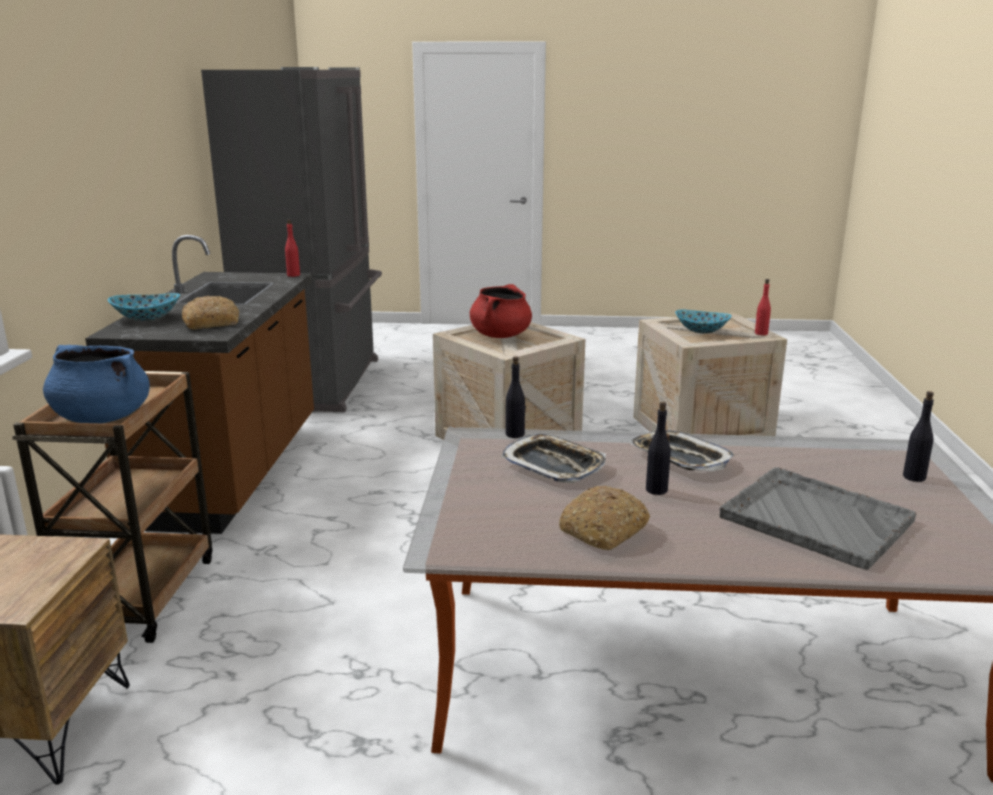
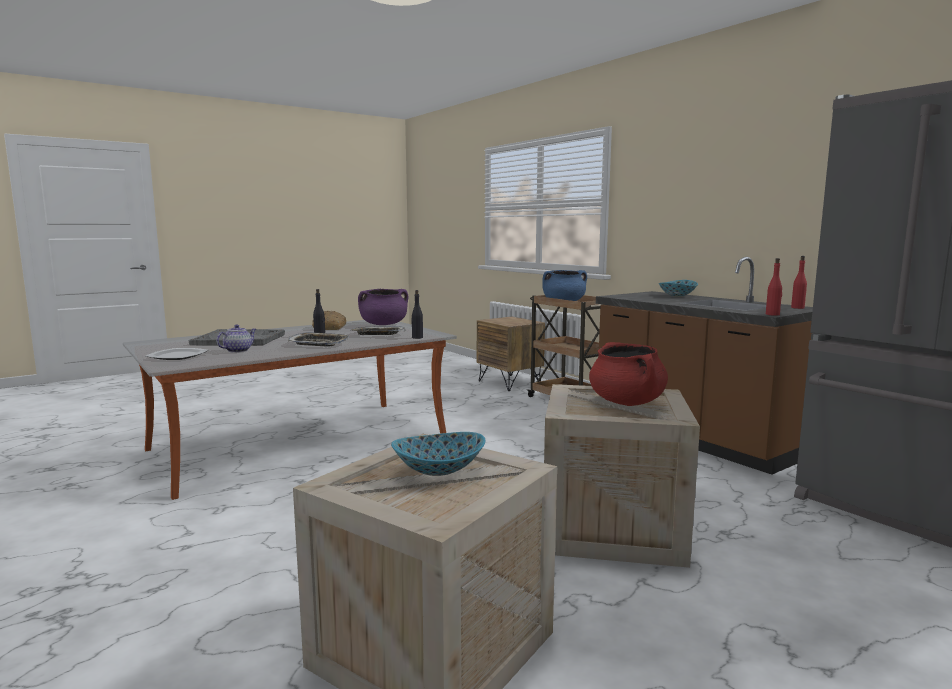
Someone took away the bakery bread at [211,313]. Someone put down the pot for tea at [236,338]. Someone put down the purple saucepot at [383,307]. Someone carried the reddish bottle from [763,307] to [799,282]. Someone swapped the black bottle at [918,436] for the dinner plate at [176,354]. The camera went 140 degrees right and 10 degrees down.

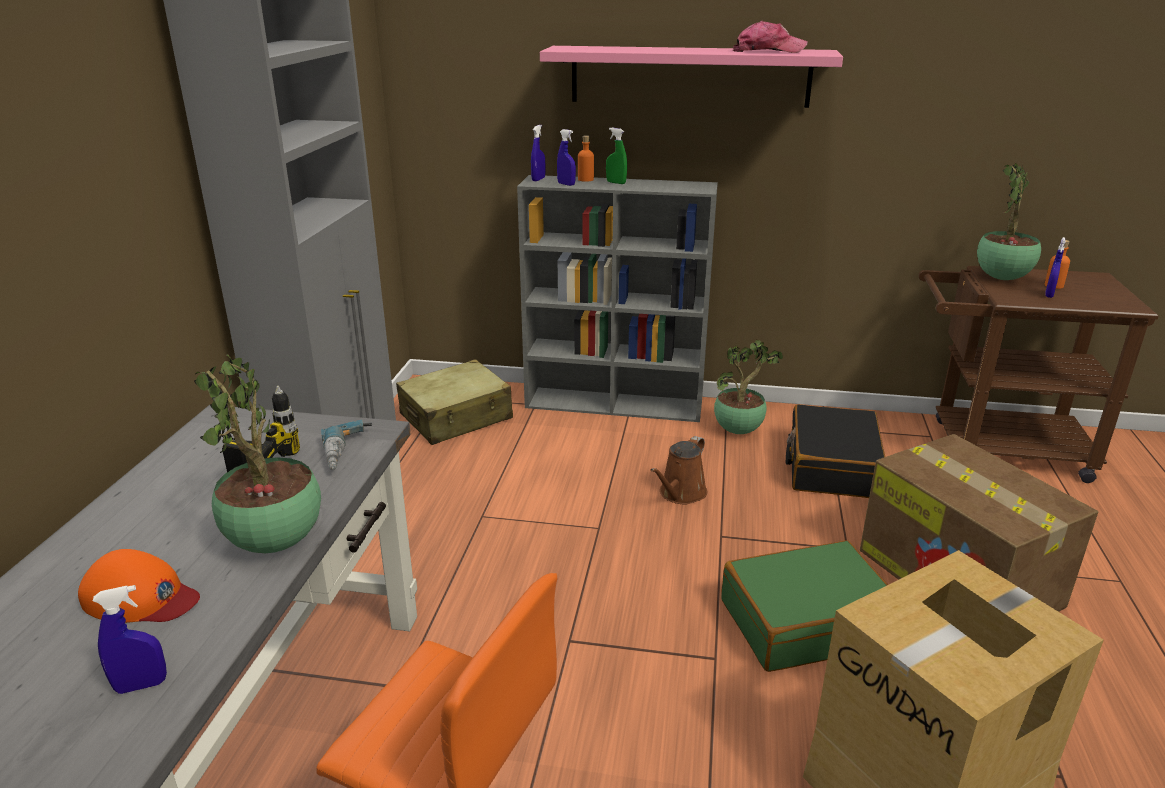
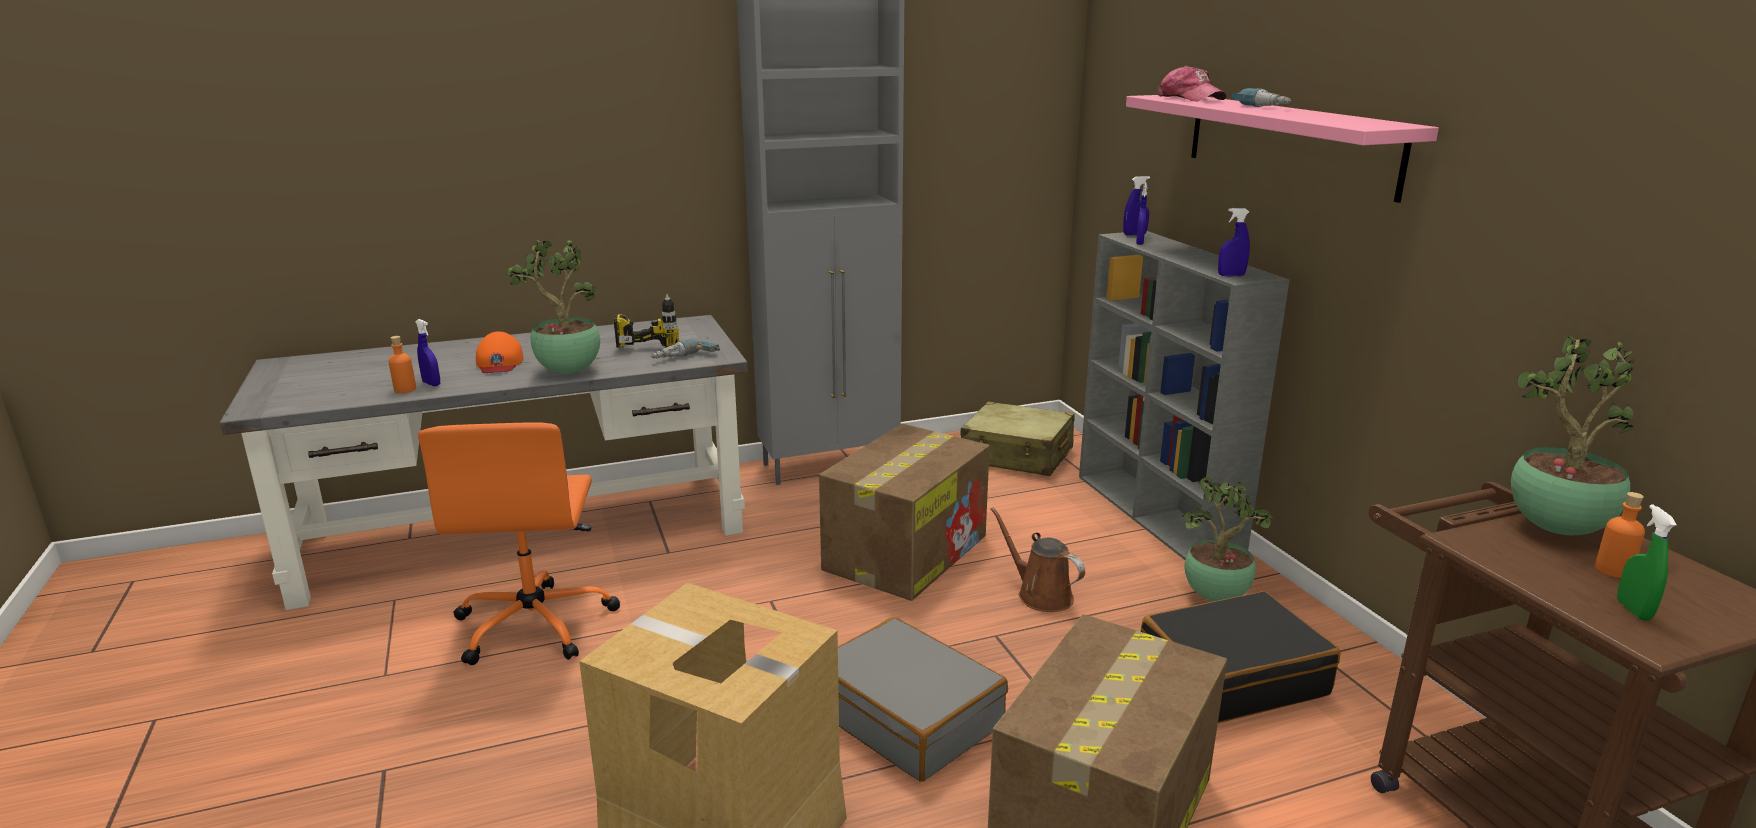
Someone put down the cardboard box at [904,512]. Someone put down the electric drill at [1261,97]. Someone carried the orange-coloured bottle from [586,158] to [402,364]. Someone carried the green sprayer from [616,156] to [1647,562]. Someone carried the peaked cap from [770,37] to [1192,83]. Someone carried the blue-coloured sprayer from [1055,267] to [1234,242]. Someone repainted the green piece of luggage at [804,606], which became the gray piece of luggage at [923,699]. Someone rotated the brown watering pot at [678,470] by 45 degrees clockwise. The camera went 60 degrees right and 5 degrees down.

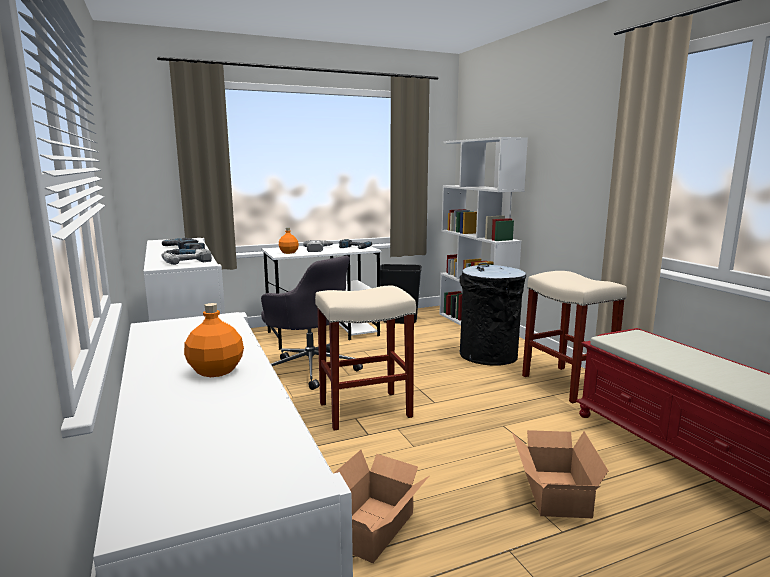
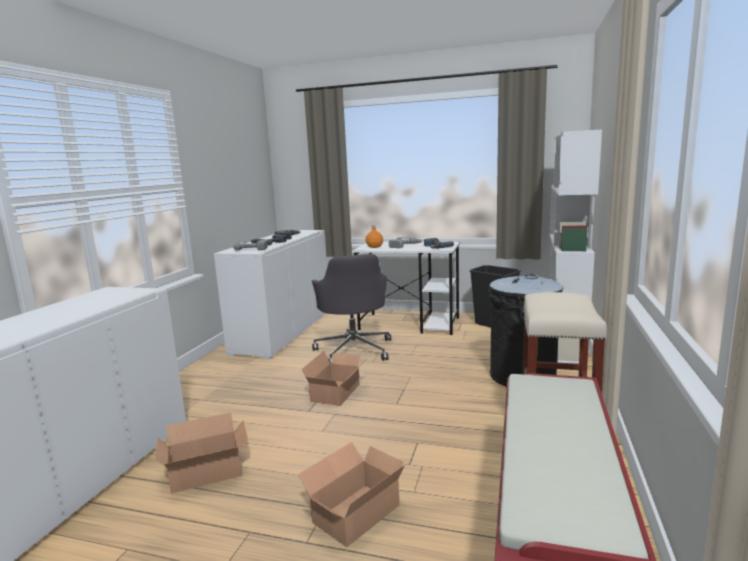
Someone took away the orange-coloured bottle at [214,340]. Someone swapped the sand-coloured sitting stool at [365,358] for the cardboard box at [334,378]. The camera went 40 degrees right and 0 degrees up.

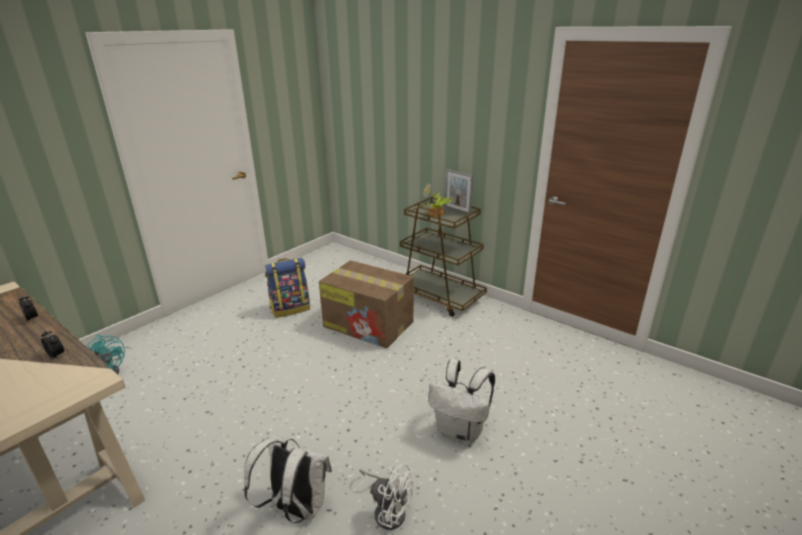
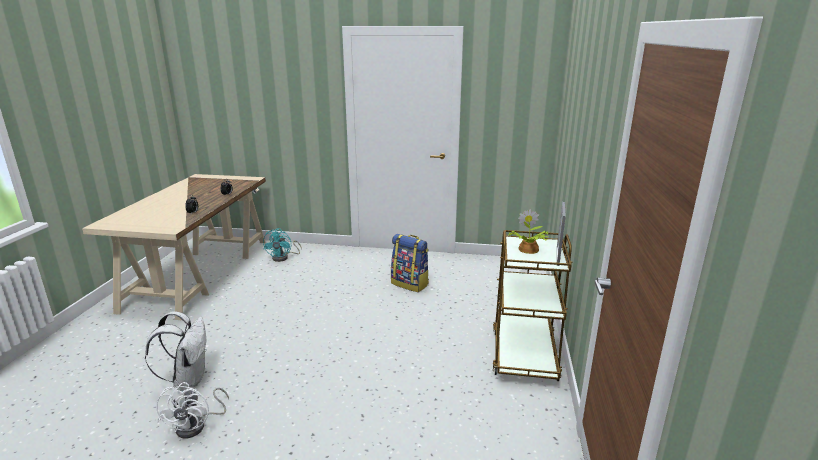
Someone took away the cardboard box at [366,304]. Someone took away the white rucksack at [461,402]. The camera went 60 degrees right and 5 degrees down.

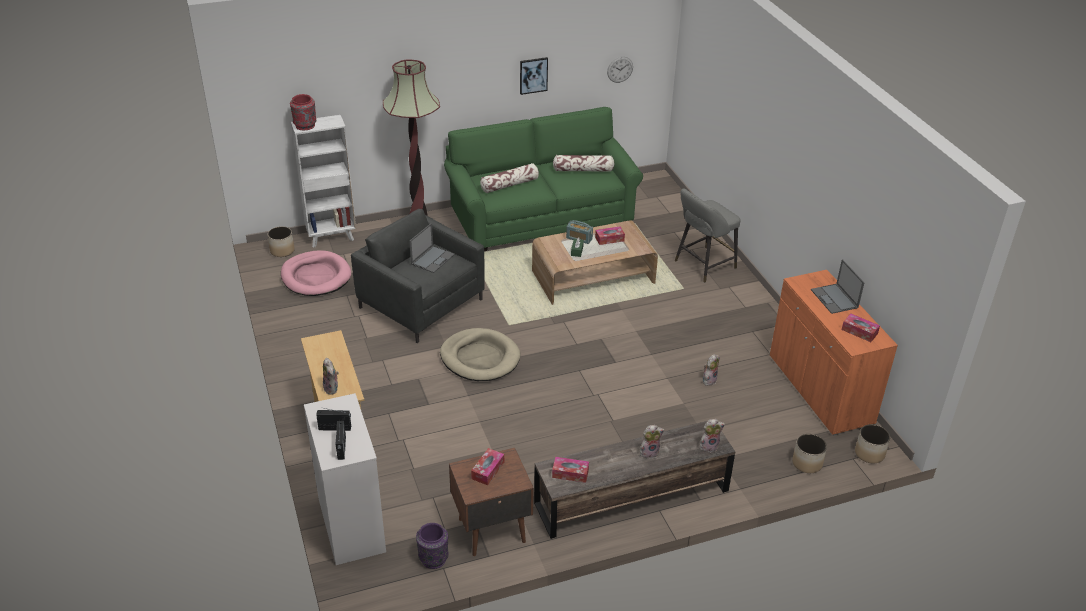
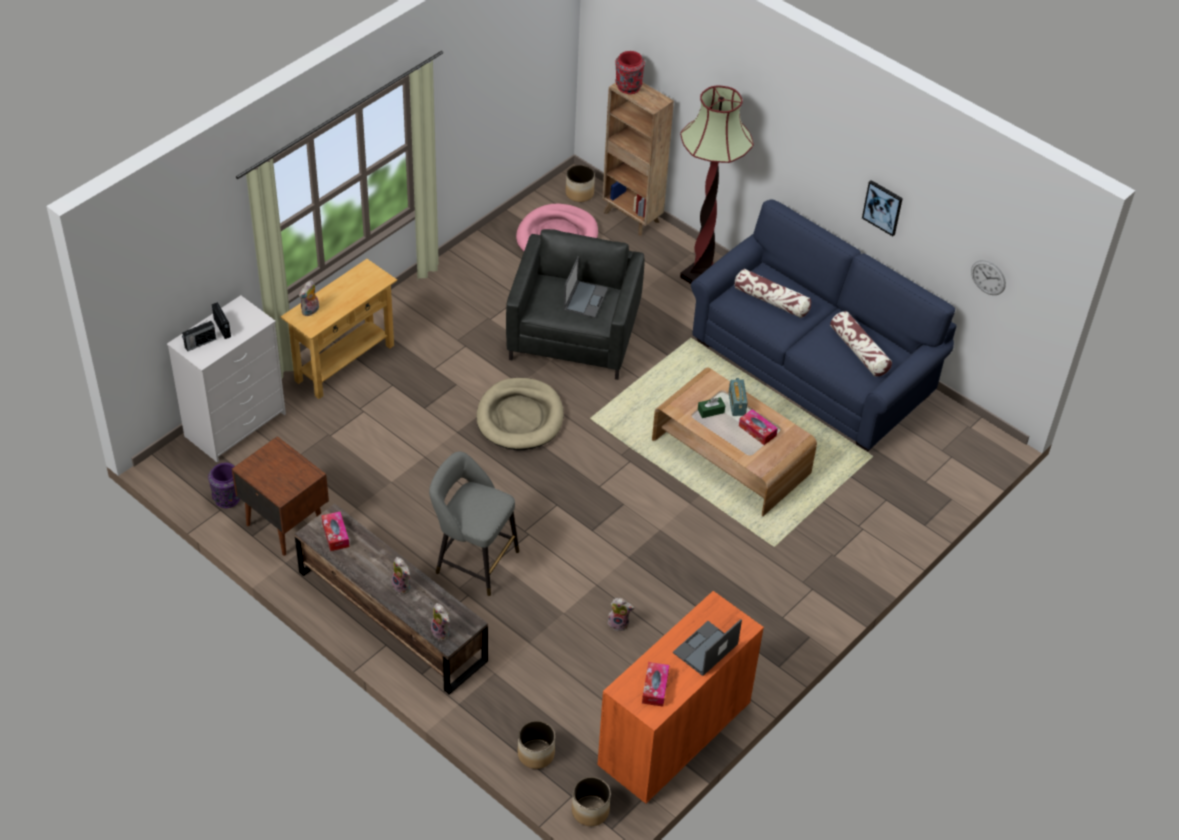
Someone took away the box of tissues at [487,466]. Someone carried the gray sitting stool from [707,236] to [474,523]. Someone repainted the white bookcase at [323,181], which became the brown bookcase at [638,159]. Someone repainted the green settee at [543,179], which became the blue-coloured settee at [823,325]. Someone rotated the laptop at [432,248] by 75 degrees counterclockwise. The camera went 60 degrees right and 10 degrees up.

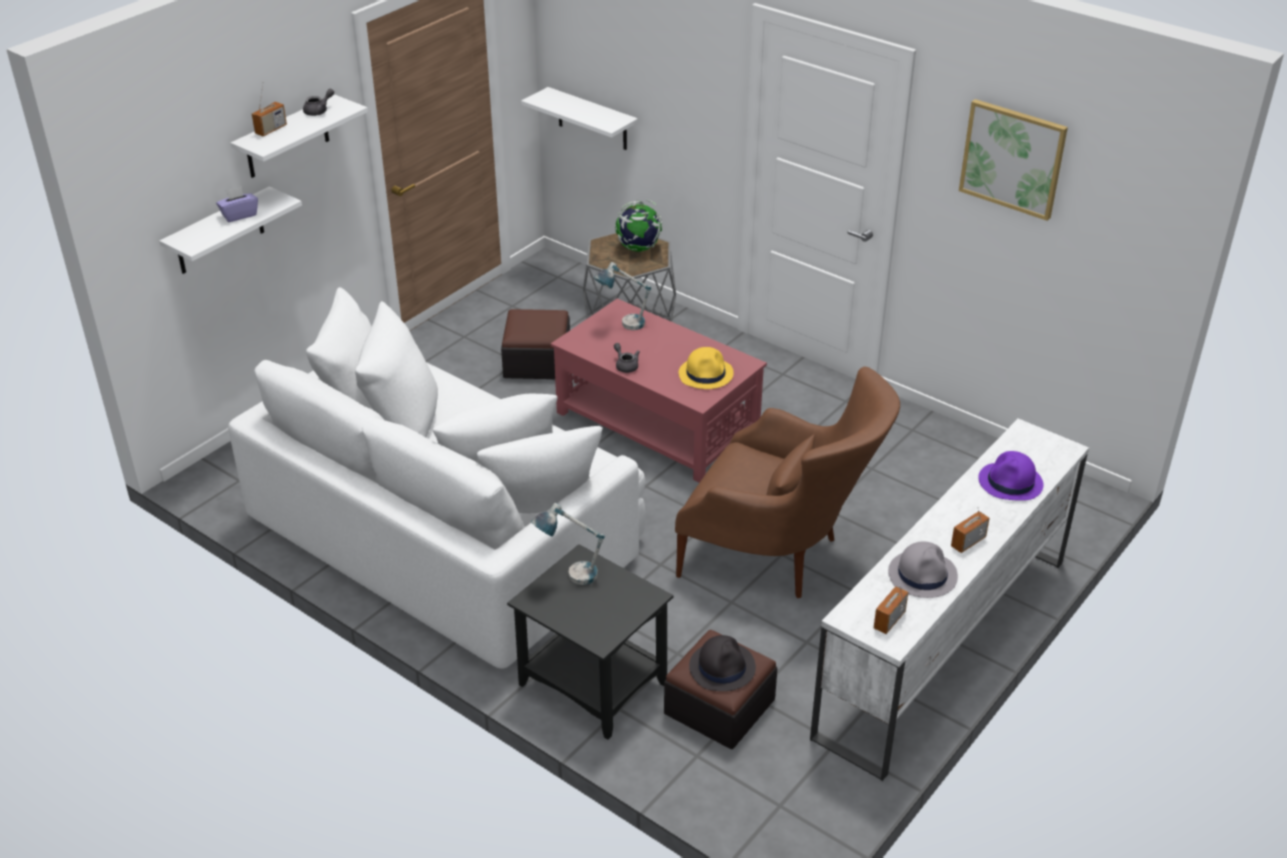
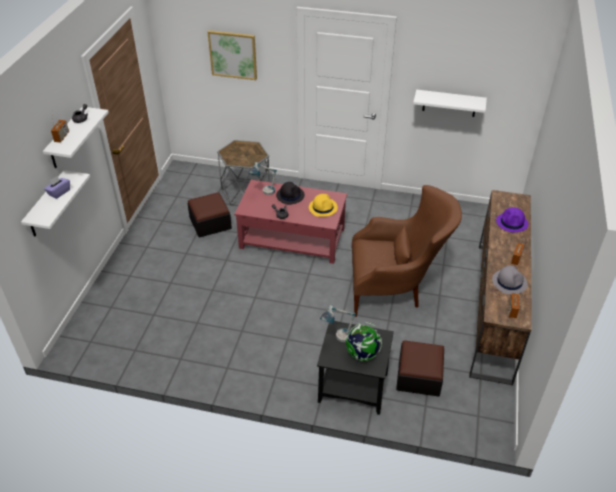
Someone took away the white settee at [437,478]. Someone carried the white bracket shelf from [579,118] to [450,103]. Someone carried the globe from [638,226] to [364,341]. Someone carried the black clothing hat from [722,663] to [290,193]. Someone carried the wall picture from [1013,160] to [232,55]. Someone repainted the white media console at [949,600], which became the brown media console at [500,288]. The camera went 25 degrees left and 5 degrees up.

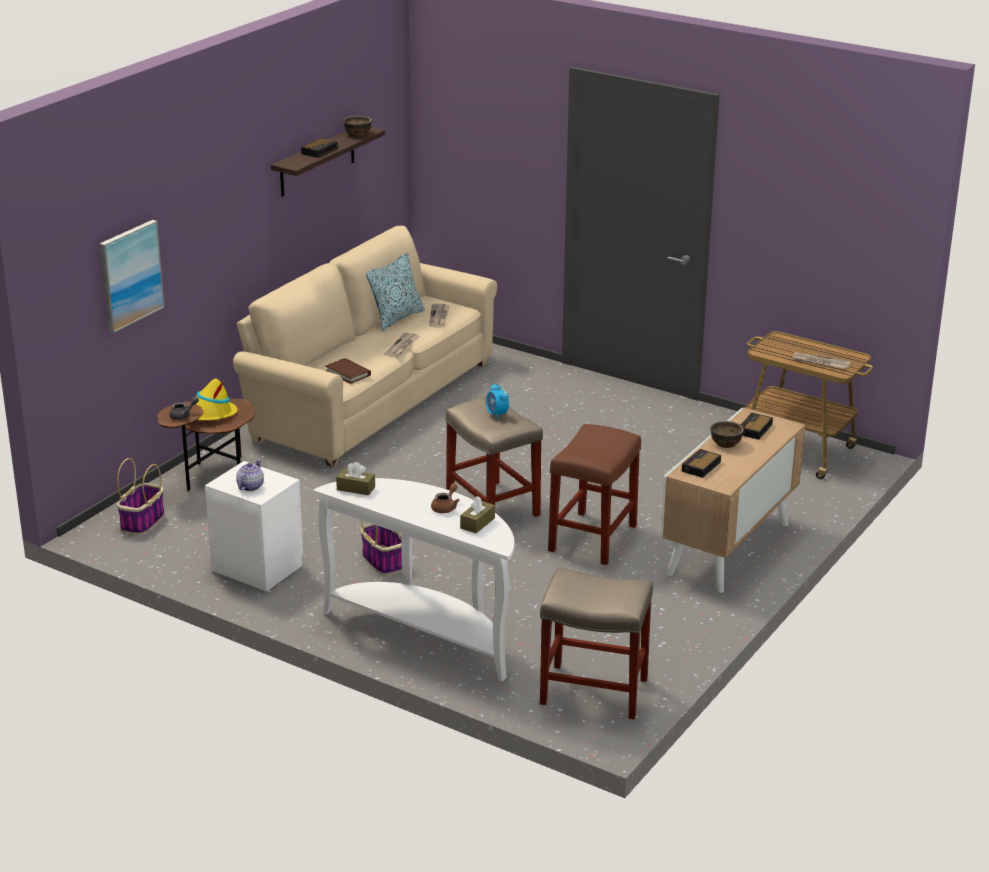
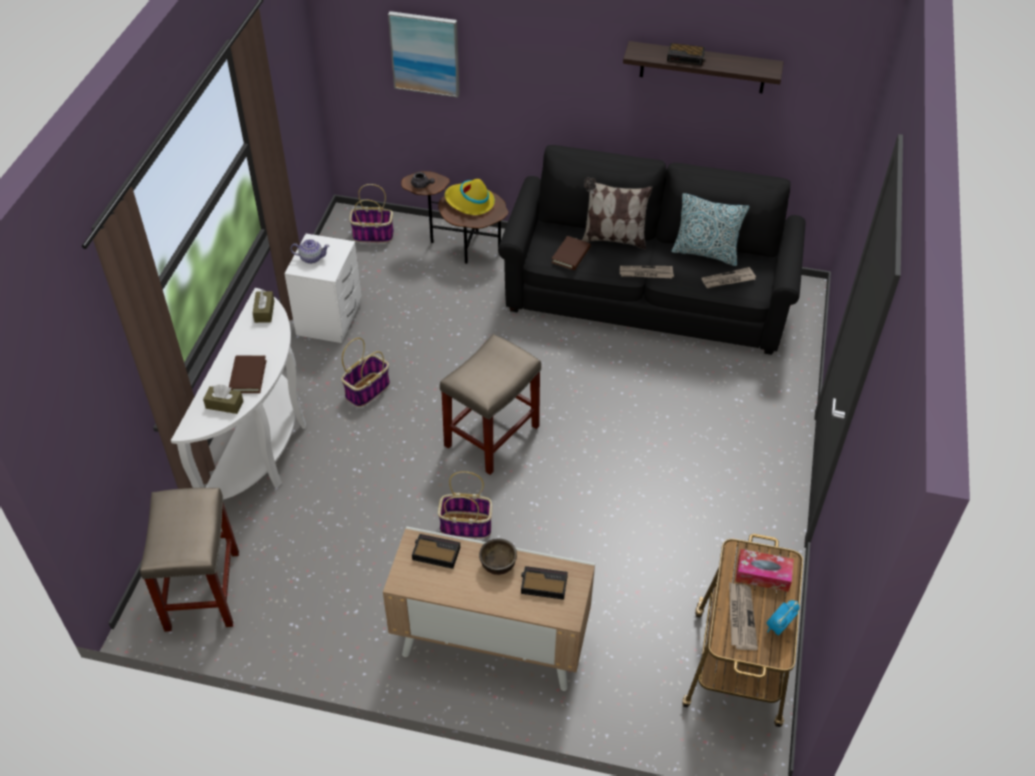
Someone took away the brown serving bowl at [357,126]. Someone put down the cushion at [617,213]. Someone put down the box of tissues at [764,570]. Someone carried the alarm clock from [497,401] to [782,618]. Someone swapped the brown pot for tea at [445,498] for the brown bound book at [248,374]. Someone swapped the brown sitting stool at [594,494] for the basket at [465,504]. Someone repainted the sand-coloured settee at [365,346], which became the black settee at [652,250]. The camera went 70 degrees right and 20 degrees up.

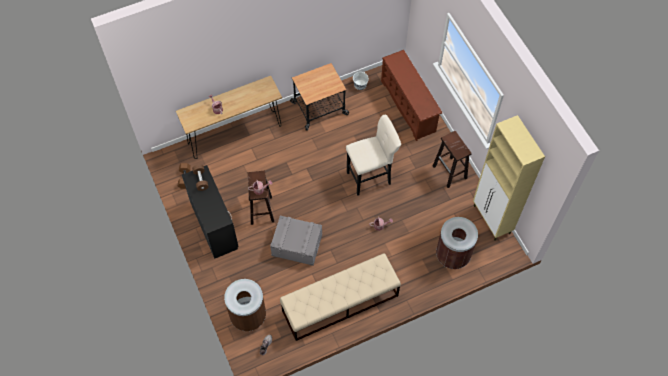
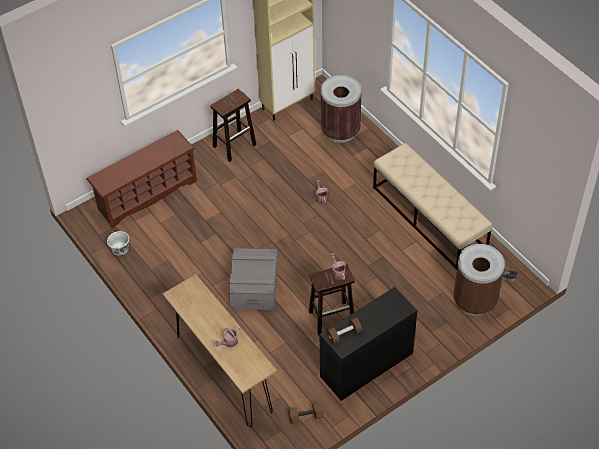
Someone took away the wheeled cart at [319,97]. Someone took away the sand-coloured sitting stool at [373,155]. Someone carried the gray storage bin from [296,241] to [254,279]. The camera went 100 degrees left and 10 degrees down.

